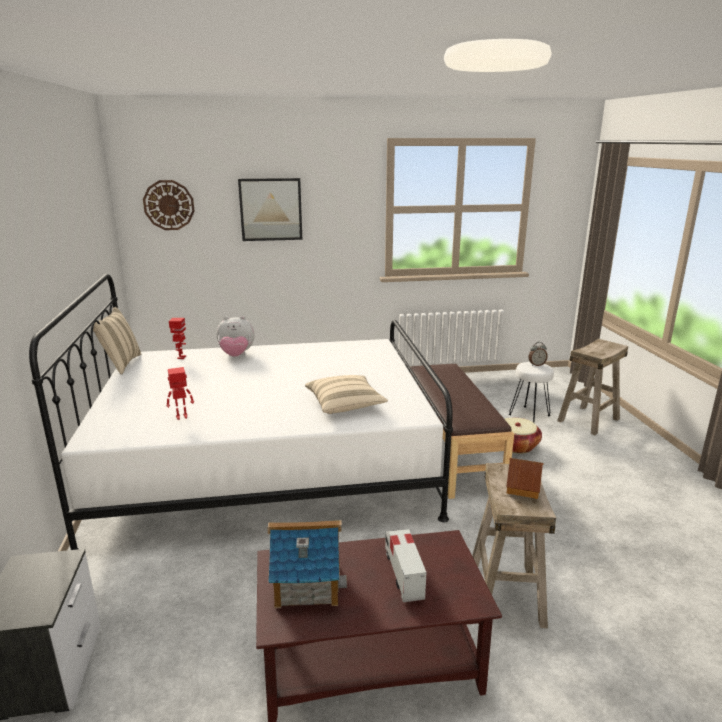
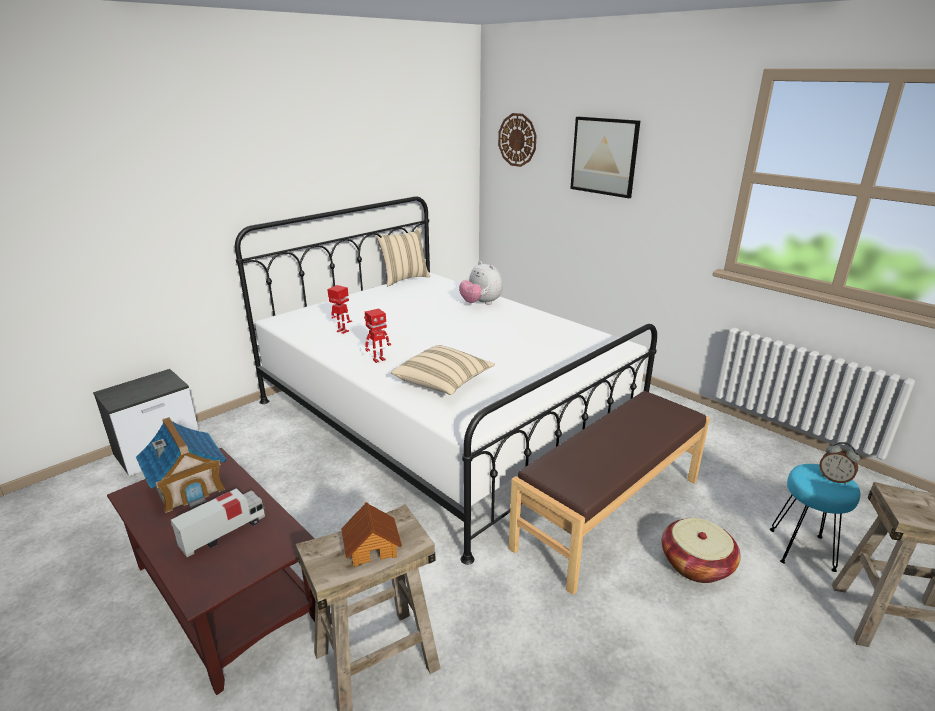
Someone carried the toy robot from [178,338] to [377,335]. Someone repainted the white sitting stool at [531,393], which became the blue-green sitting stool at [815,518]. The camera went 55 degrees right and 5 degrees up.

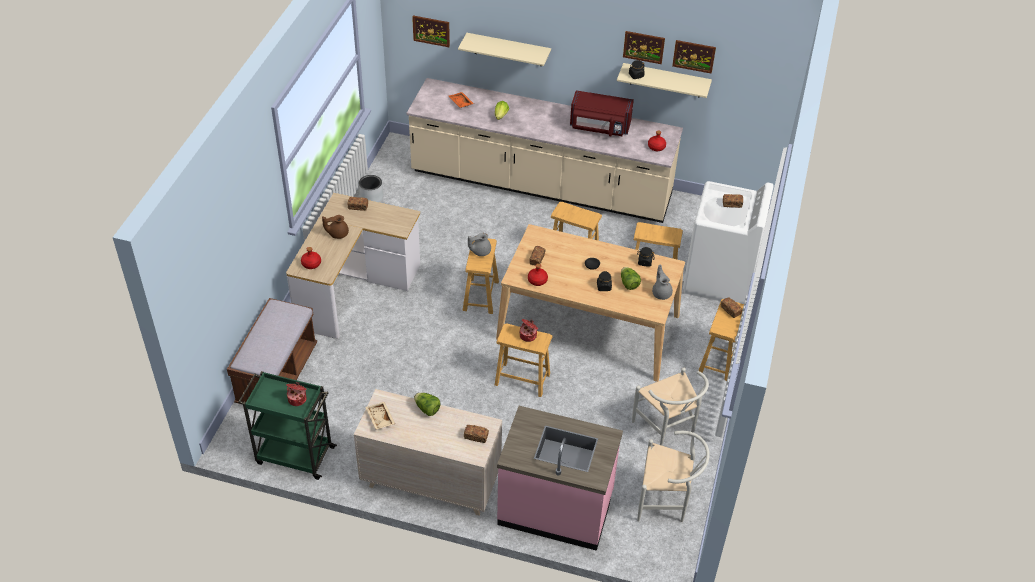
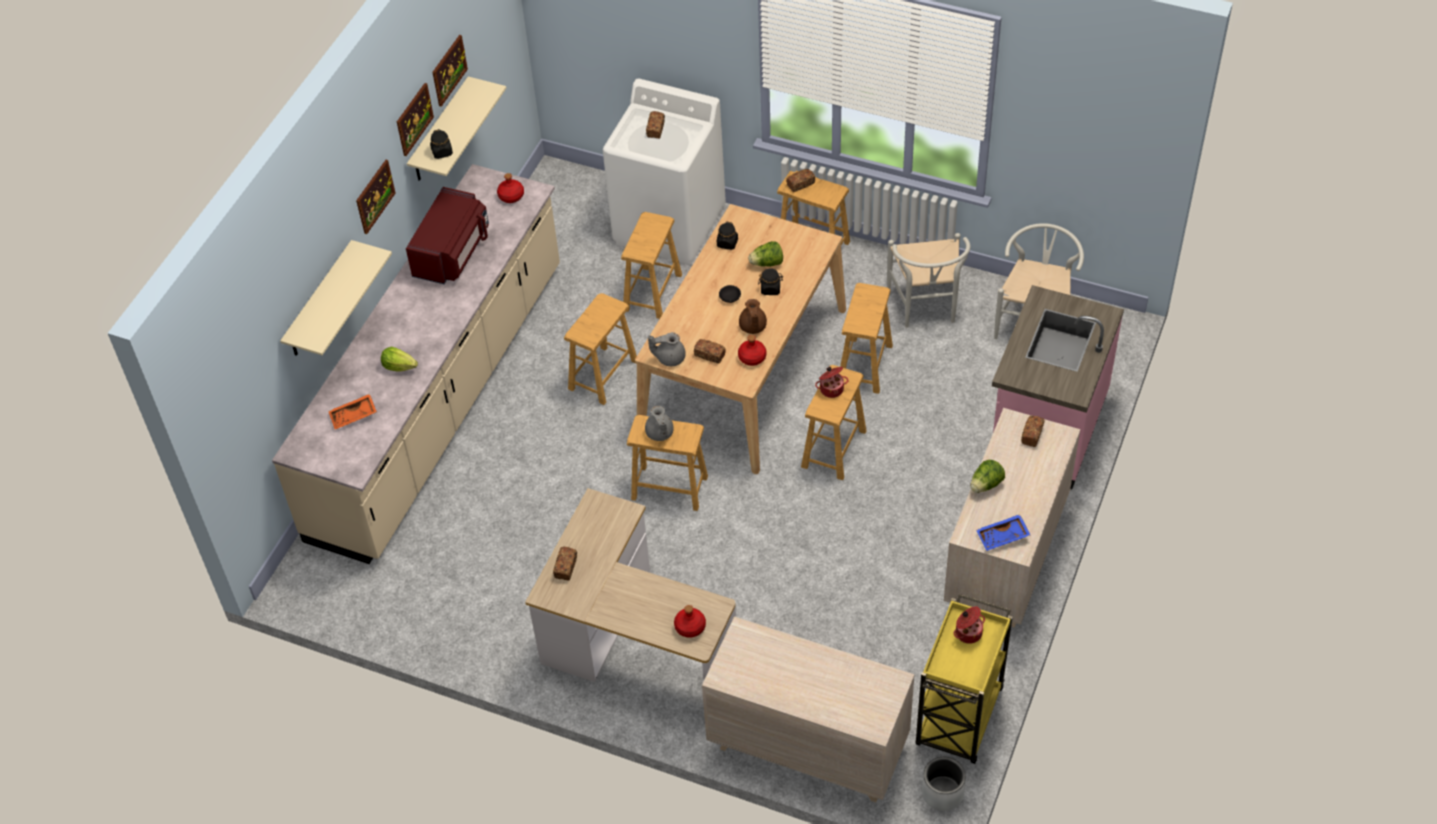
Someone put down the brown sitting stool at [866,338]. Someone carried the brown pot for tea from [335,227] to [753,316]. Someone carried the gray flower pot from [371,188] to [944,784]. Someone carried the wall picture from [431,31] to [376,197]. Someone carried the gray pot for tea from [662,282] to [667,349]. Someone swapped the brown indoor bench at [272,351] for the sand-coloured drawer chest at [808,709]. Someone repainted the green wheeled cart at [287,425], which became the yellow wheeled cart at [964,679]. Someone repainted the sand-coloured carrying tray at [380,416], which became the blue-coloured carrying tray at [1003,532]. Someone rotated the white chair at [670,407] by 105 degrees clockwise. The camera went 80 degrees left and 5 degrees up.

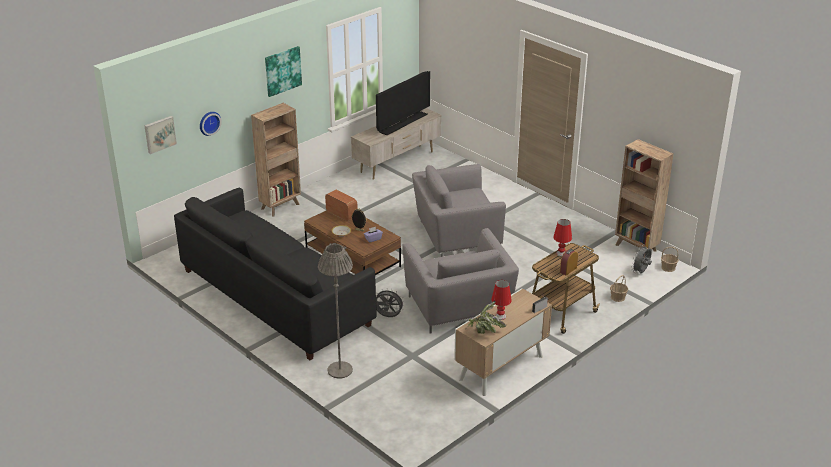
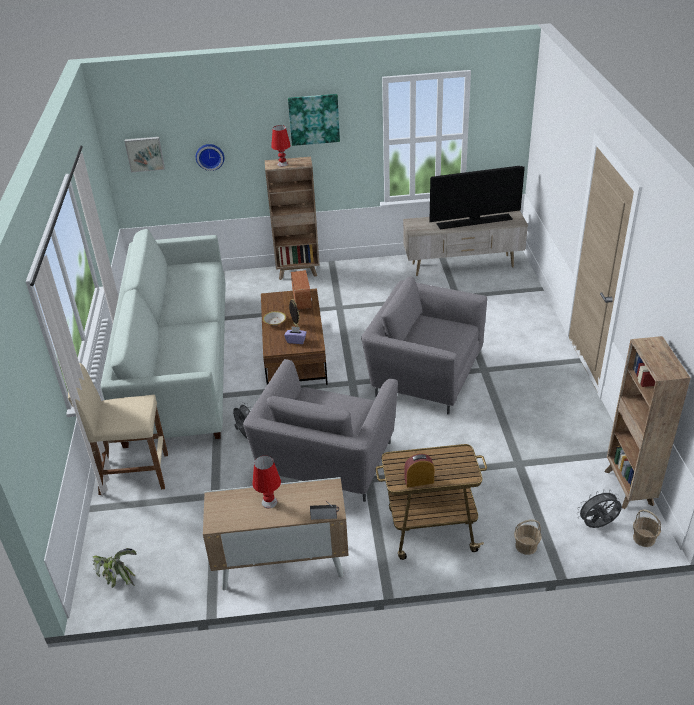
Someone carried the houseplant from [486,317] to [115,568]. Someone carried the reddish table lamp from [562,238] to [281,146]. Someone swapped the gray standard lamp at [335,310] for the sand-coloured sitting stool at [118,429]. Someone repainted the black settee at [275,274], which became the white settee at [163,338]. The camera went 40 degrees right and 5 degrees up.

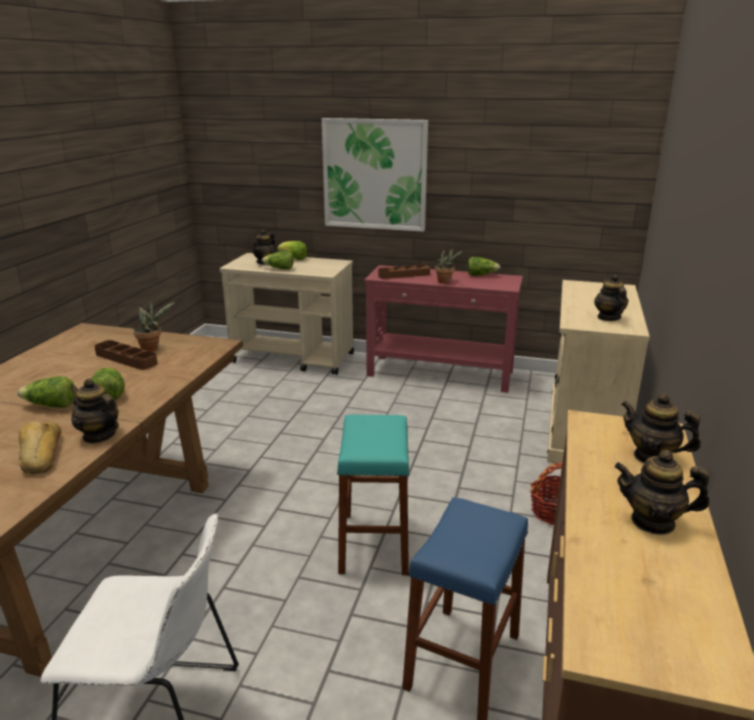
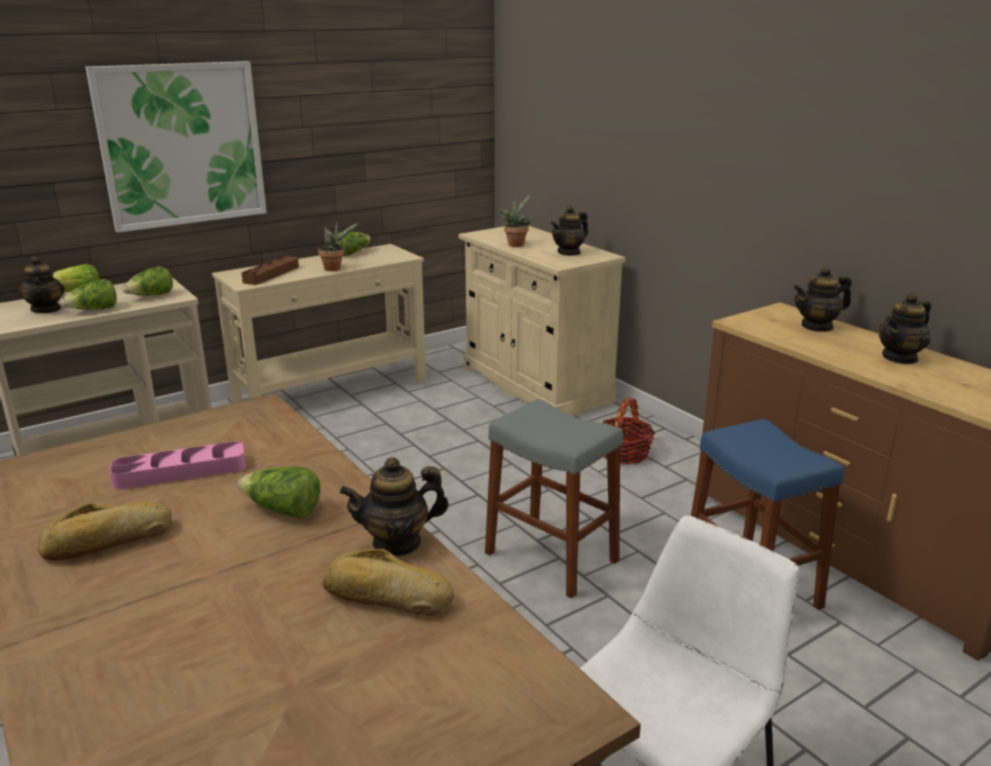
Someone put down the bakery bread at [105,531]. Someone carried the lettuce from [45,392] to [147,281]. Someone carried the houseplant from [154,326] to [514,221]. Someone repainted the brown carrying tray at [125,355], which became the pink-coloured carrying tray at [178,465]. Someone repainted the blue-green sitting stool at [373,495], which became the gray sitting stool at [554,498]. Someone repainted the reddish narrow table at [443,329], which became the sand-coloured narrow table at [319,323]. Someone rotated the pot for tea at [611,297] by 75 degrees counterclockwise. The camera went 50 degrees left and 0 degrees up.

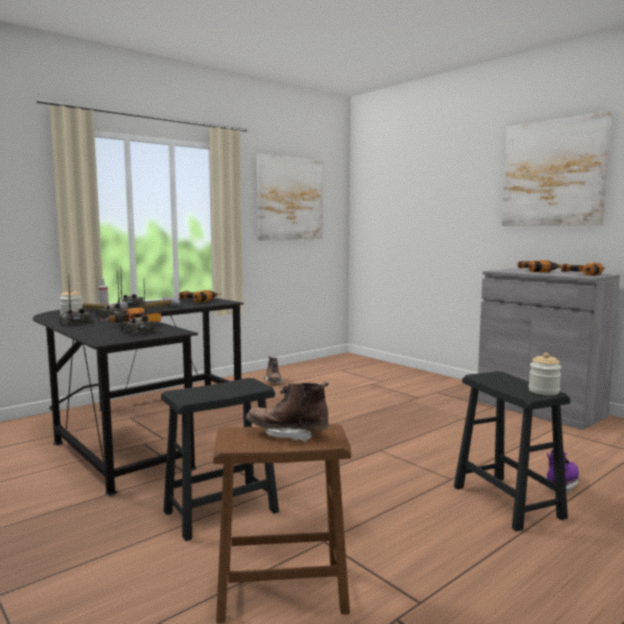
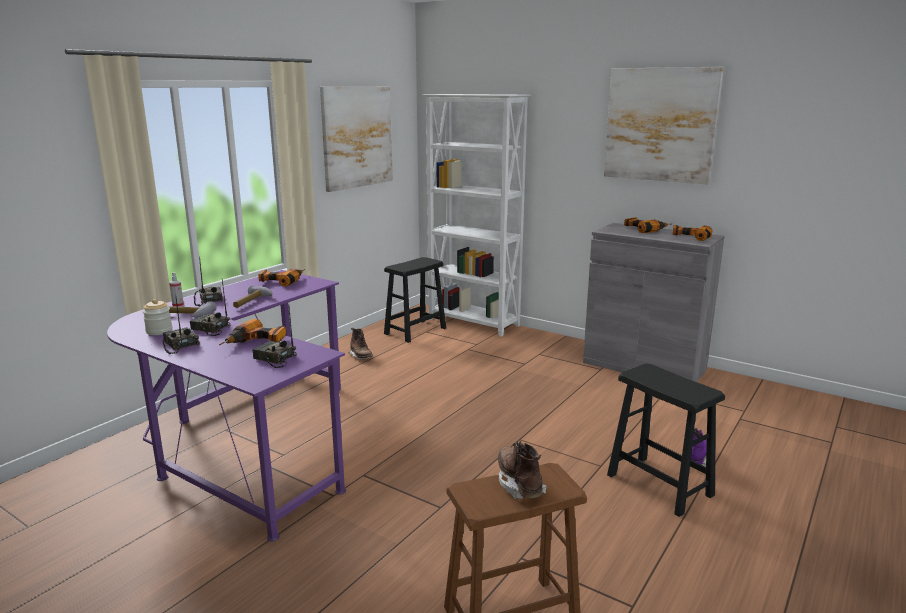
Someone took away the storage jar at [545,374]. Someone put down the white bookcase at [476,215]. Someone carried the black sitting stool from [220,459] to [415,300]. Someone repainted the black desk unit at [138,397], which became the purple desk unit at [226,405]. Someone rotated the brown high-top boot at [287,411] by 75 degrees clockwise. The camera went 15 degrees left and 10 degrees up.

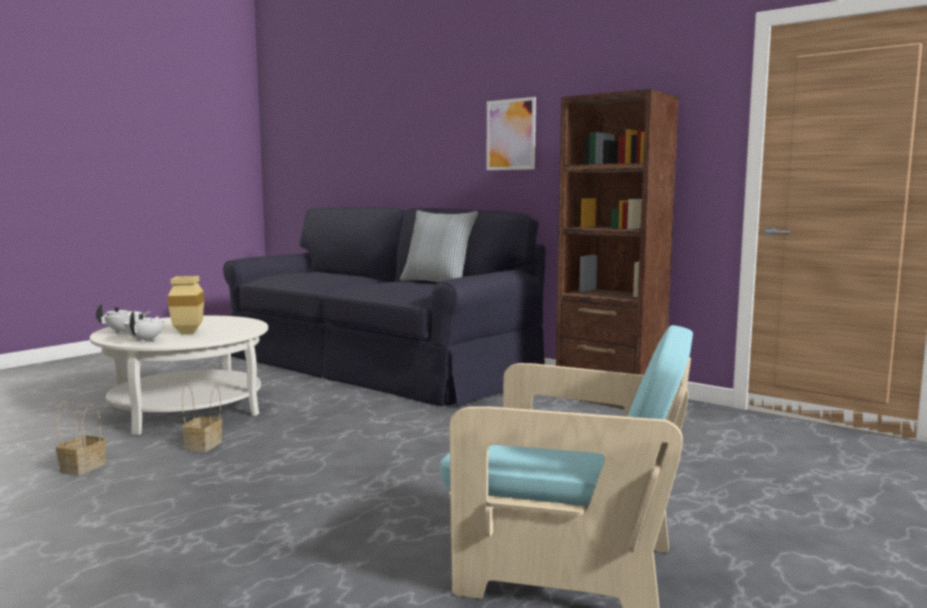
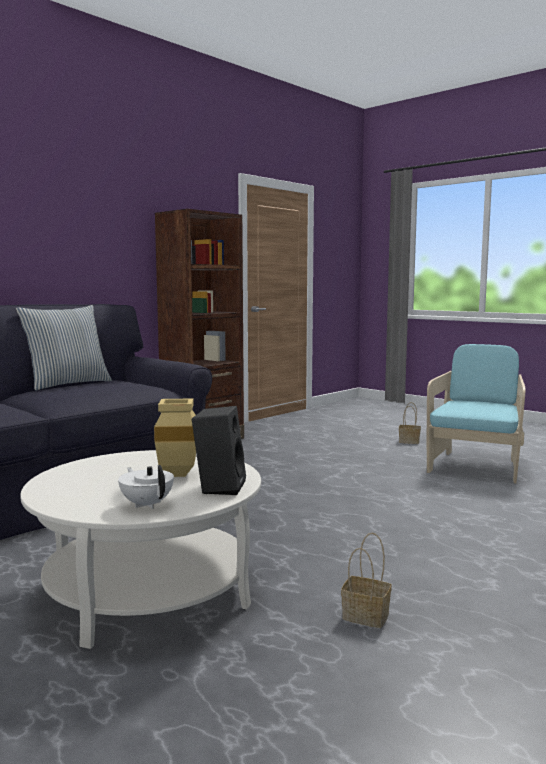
Someone took away the wall picture at [511,133]. Someone carried the basket from [202,418] to [410,423]. Someone swapped the white pot for tea at [144,326] for the black audio speaker at [219,450]. The camera went 85 degrees left and 0 degrees up.

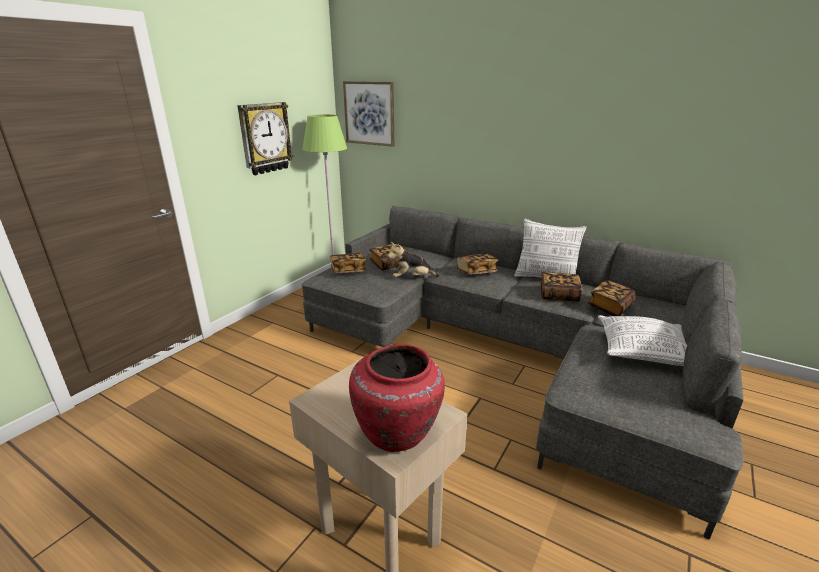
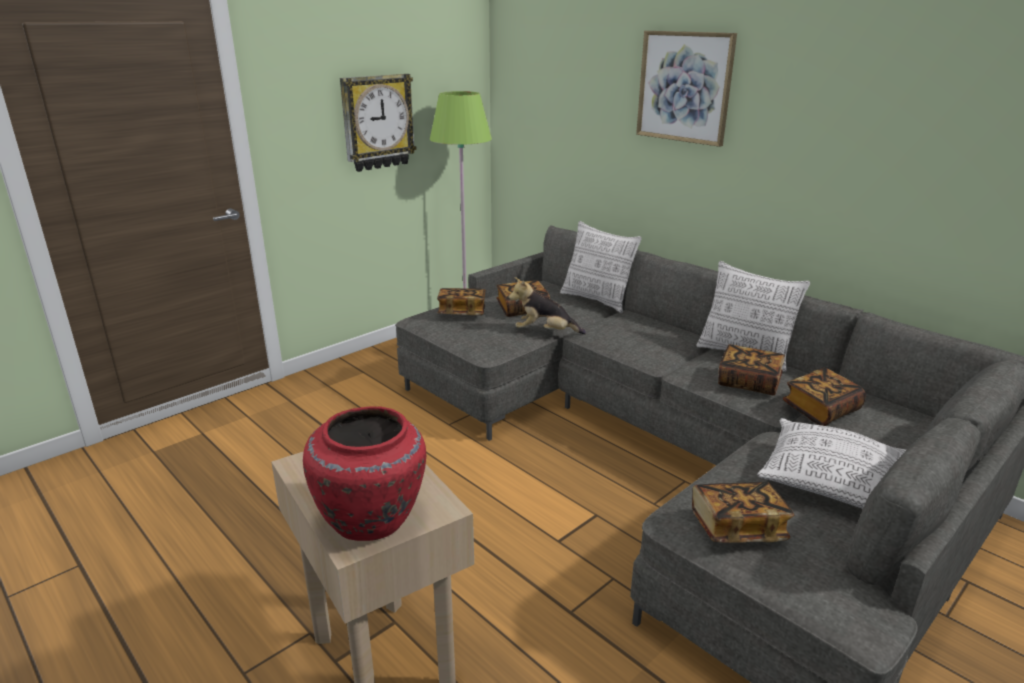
Someone put down the cushion at [601,267]. Someone carried the wall picture from [368,114] to [686,89]. Someone carried the bound book from [477,264] to [743,512]. The camera went 15 degrees right and 0 degrees up.

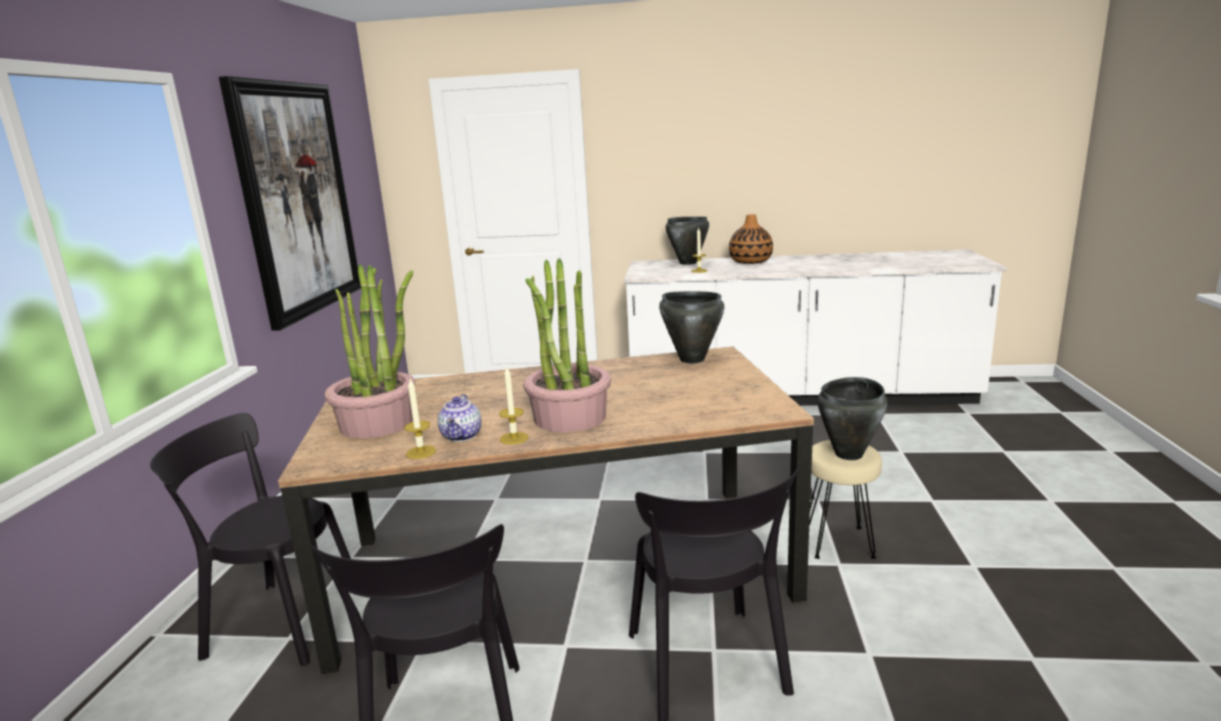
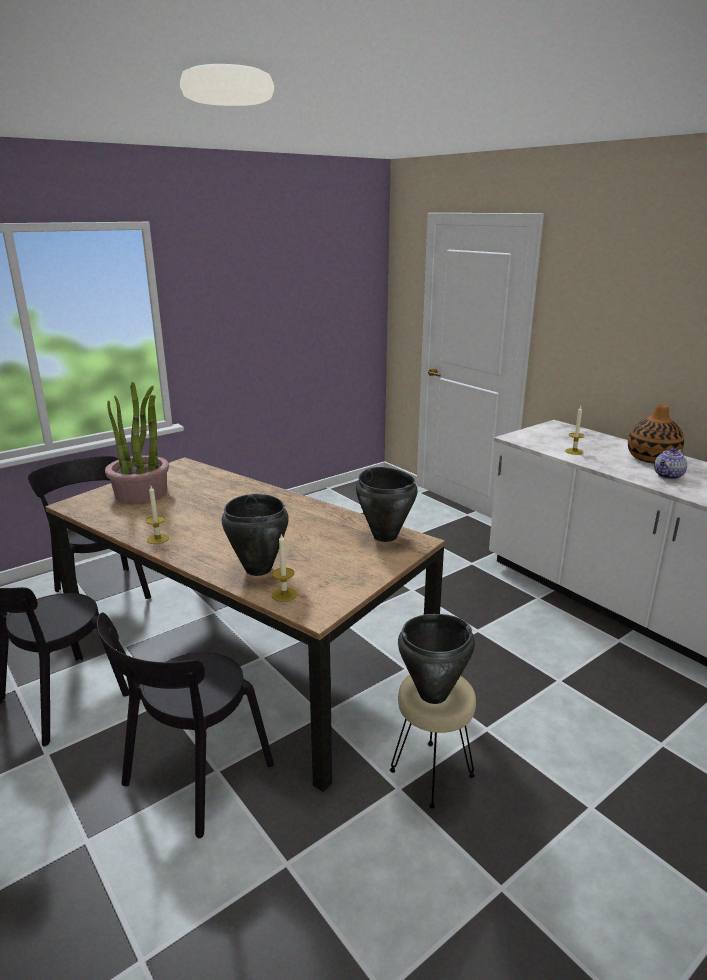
Someone took away the wall picture at [290,203]. Someone took away the houseplant at [567,345]. Someone carried the candle from [420,419] to [284,567]. Someone carried the pot for tea from [459,418] to [670,464]. Someone carried the black saucepot from [687,241] to [255,535]. The camera went 45 degrees right and 5 degrees up.

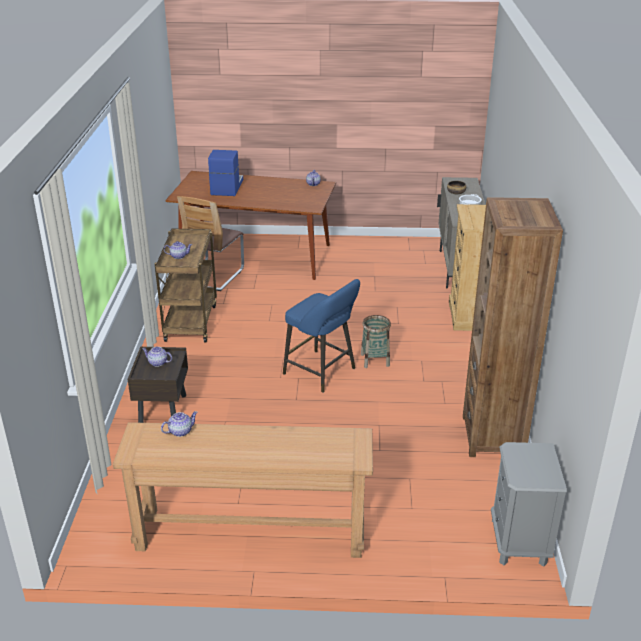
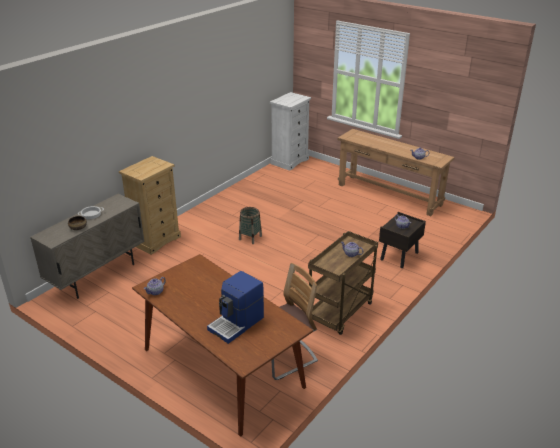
Someone took away the blue-coloured sitting stool at [321,336]. Someone took away the brown bookcase at [513,327]. Someone swapped the gray bedside table at [529,504] for the white drawer chest at [290,131]. The camera went 145 degrees left and 0 degrees up.

